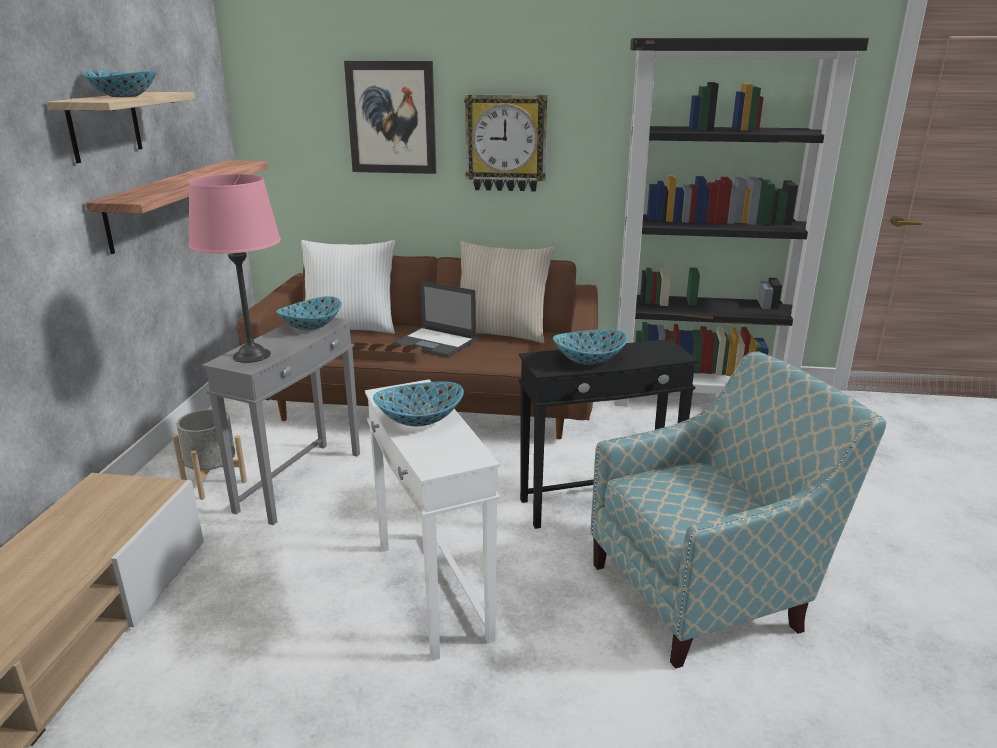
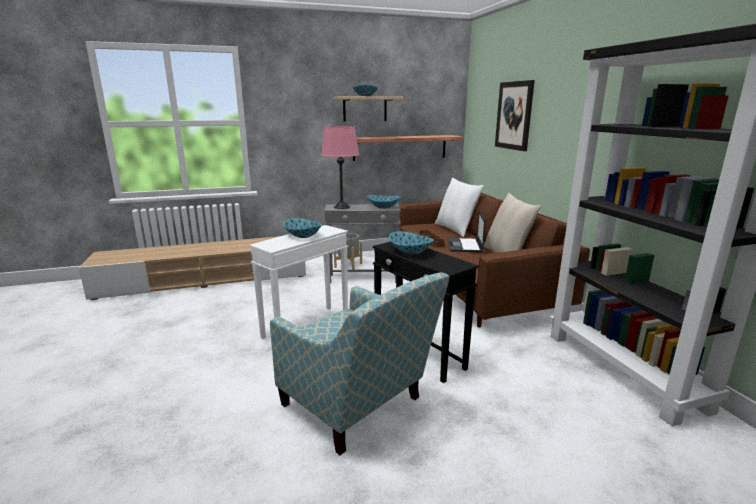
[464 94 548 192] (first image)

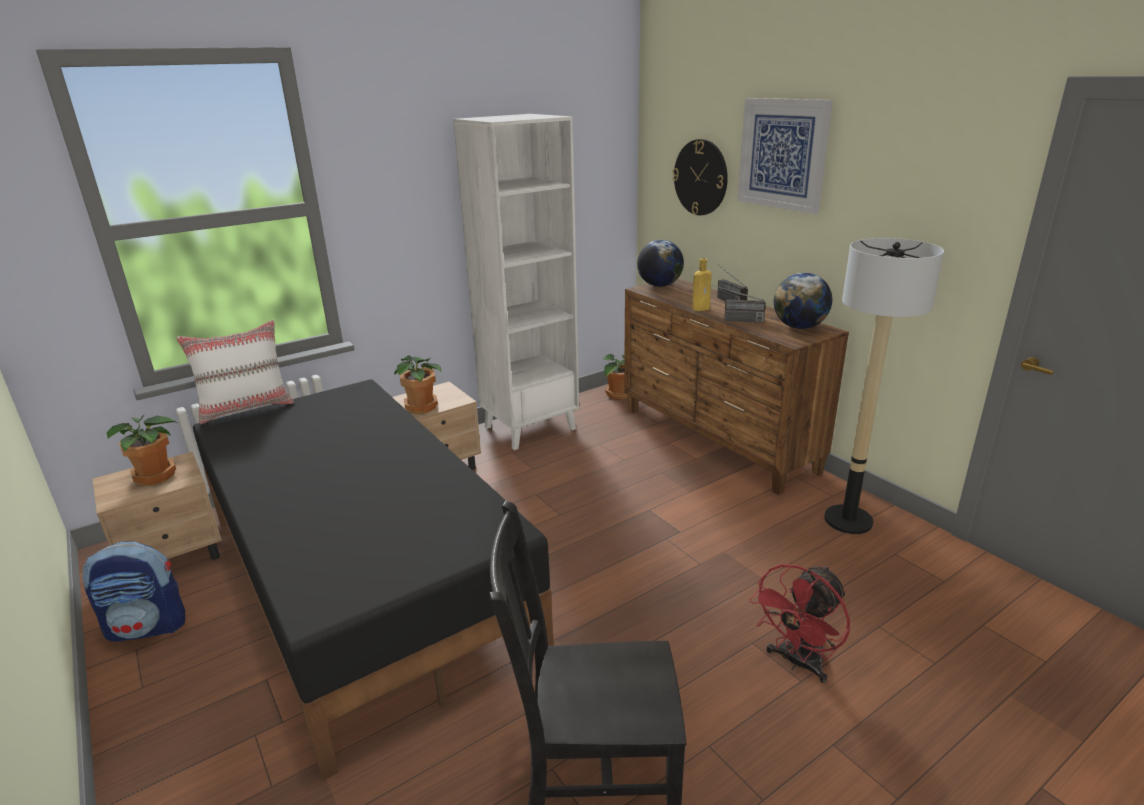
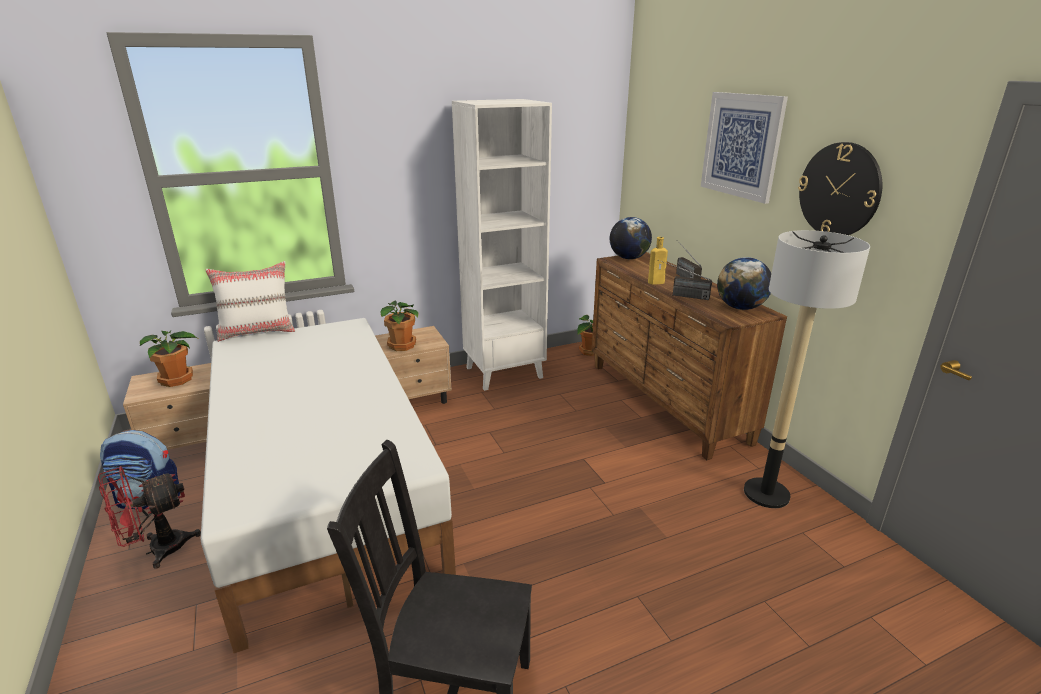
[798 142 882 235]
[201 318 456 653]
[98 466 201 569]

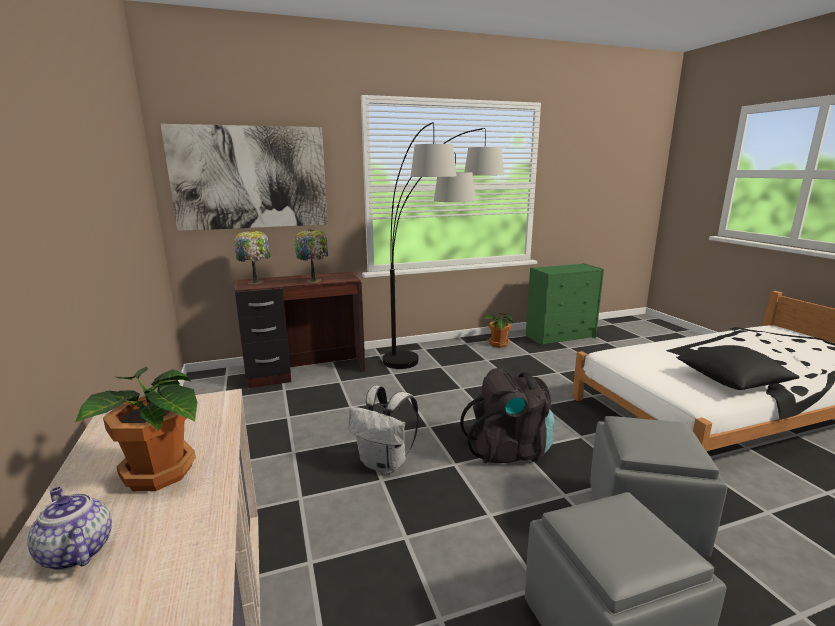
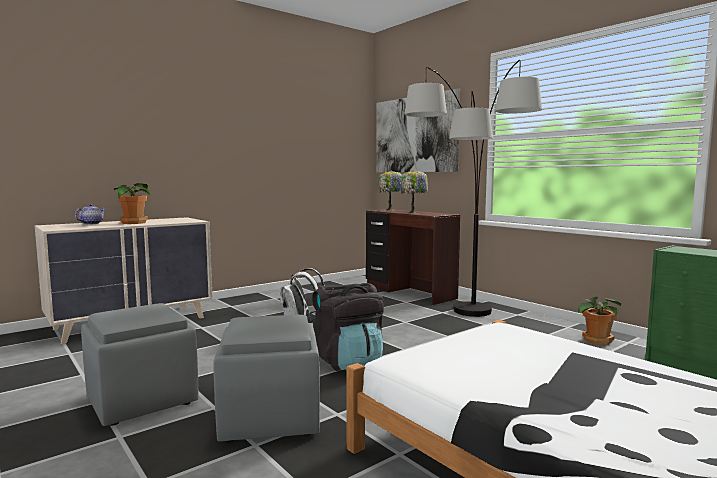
[676 345 800 390] (first image)

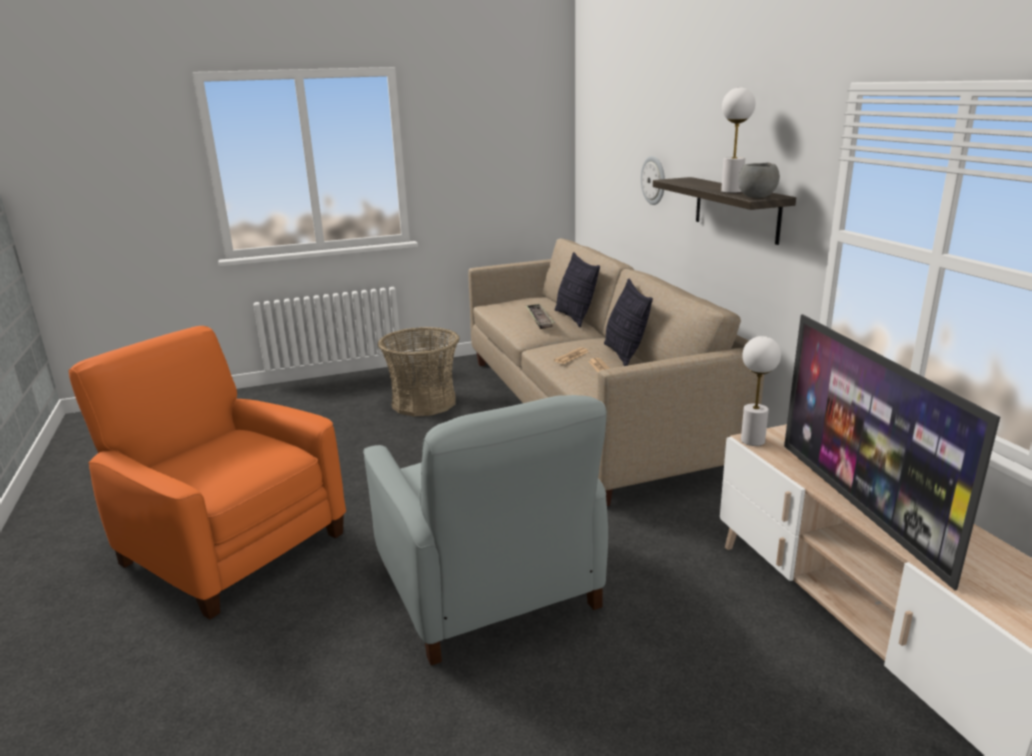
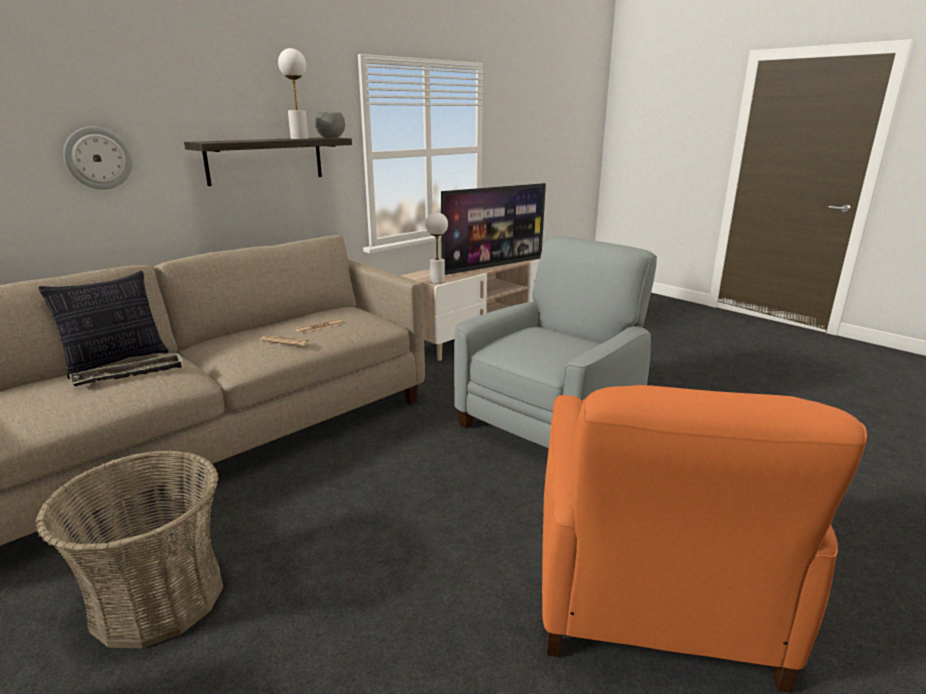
[604 279 653 366] (first image)

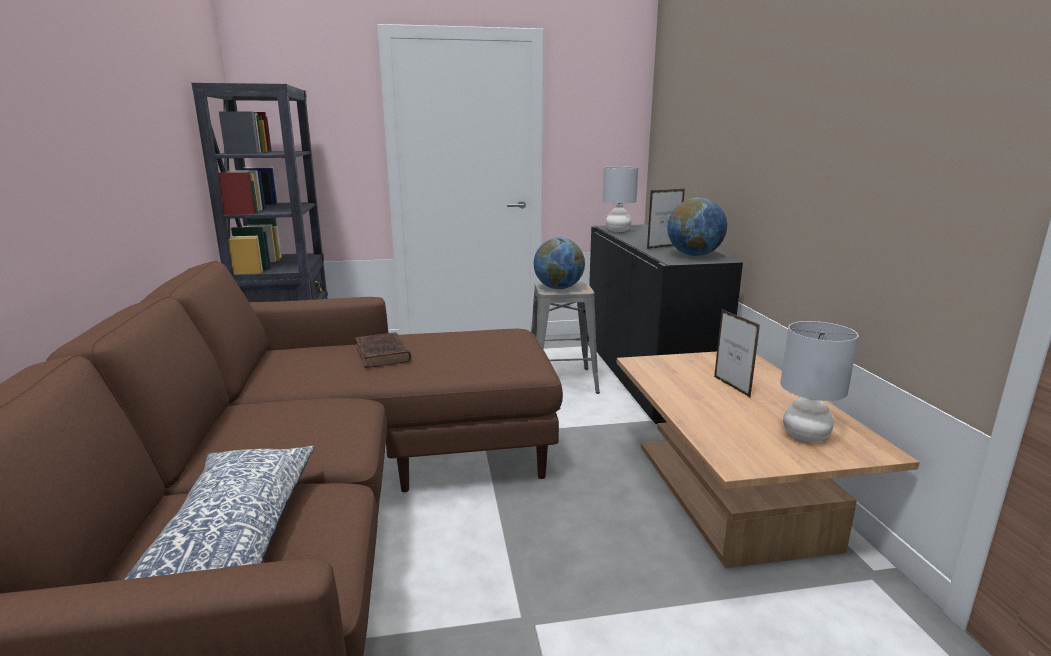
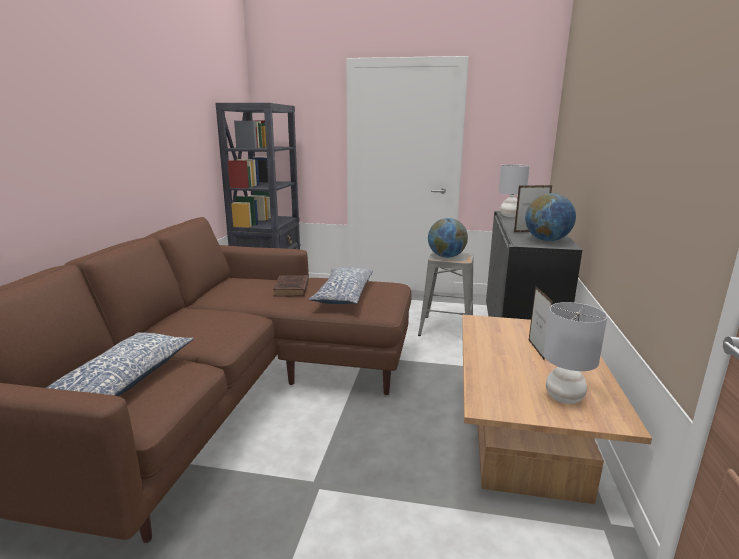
[309 267 373 304]

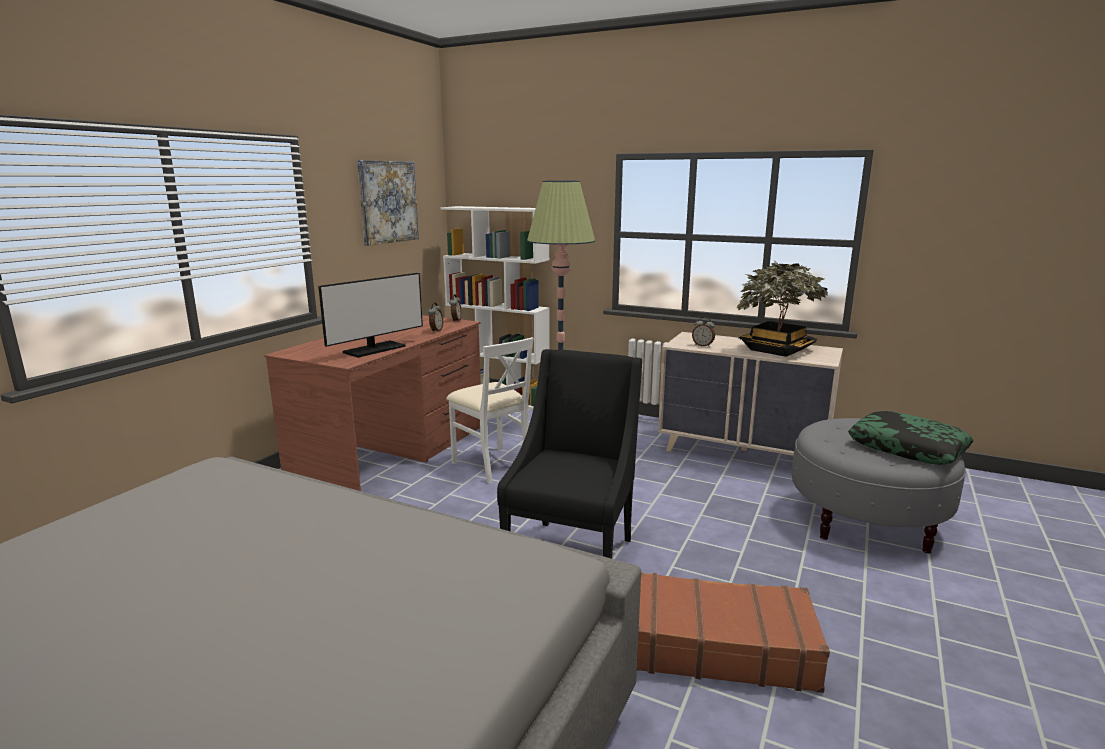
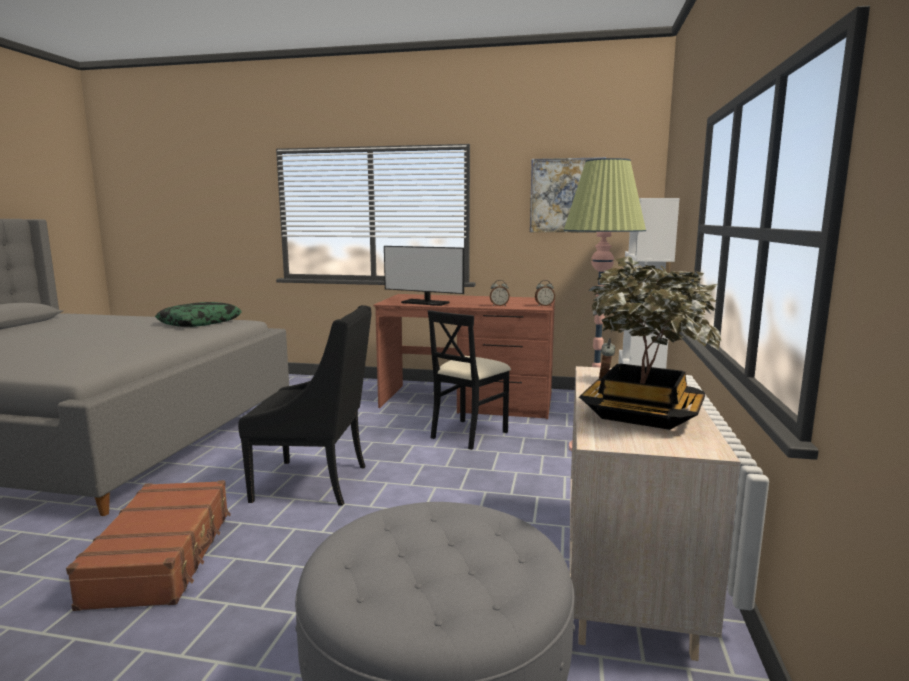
[428 310 511 450]
[155 302 242 327]

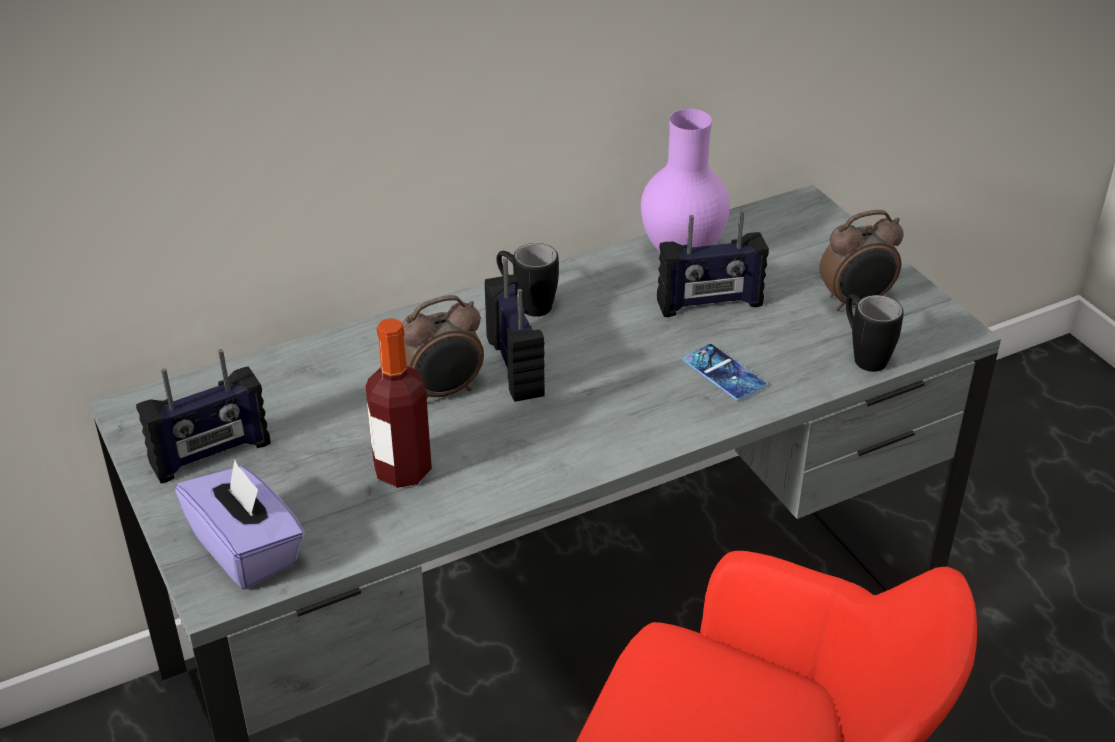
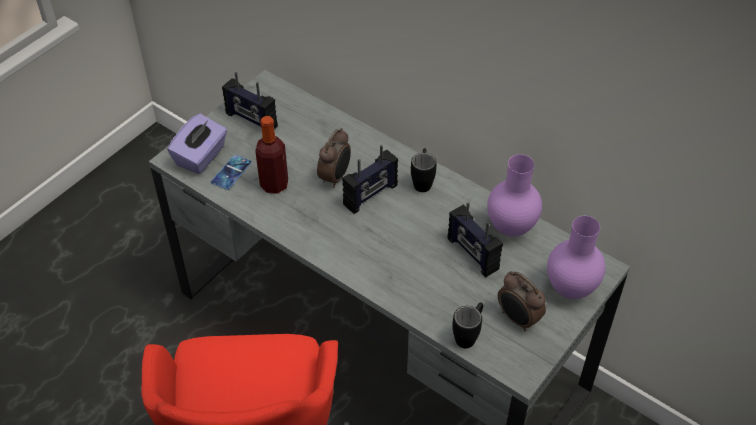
[317 128 351 188]
[211 155 252 190]
[547 216 606 299]

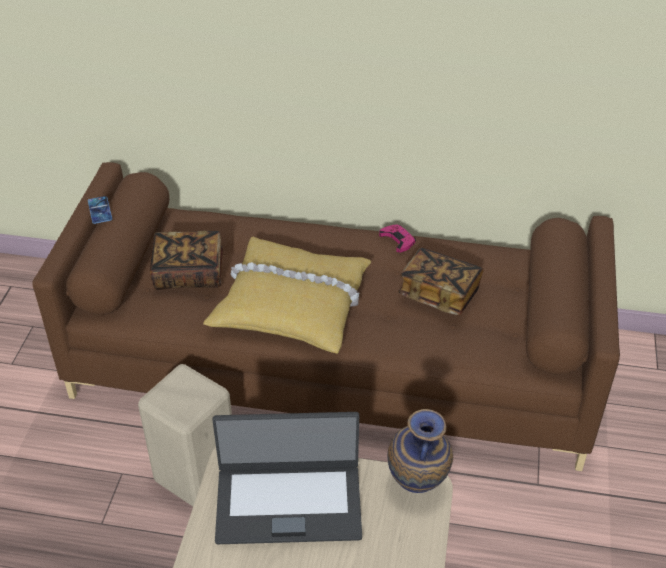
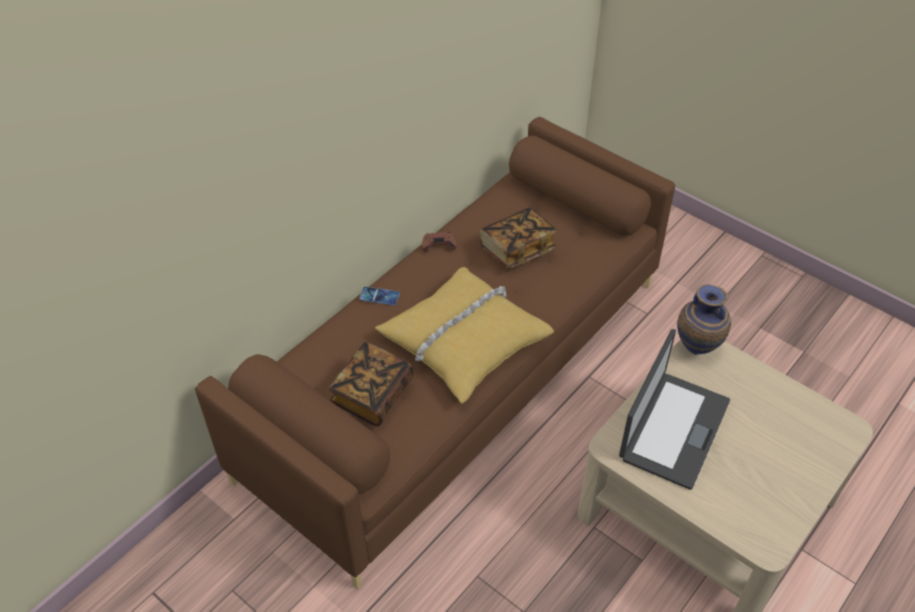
[359 287 400 305]
[422 232 456 252]
[138 364 232 506] (first image)

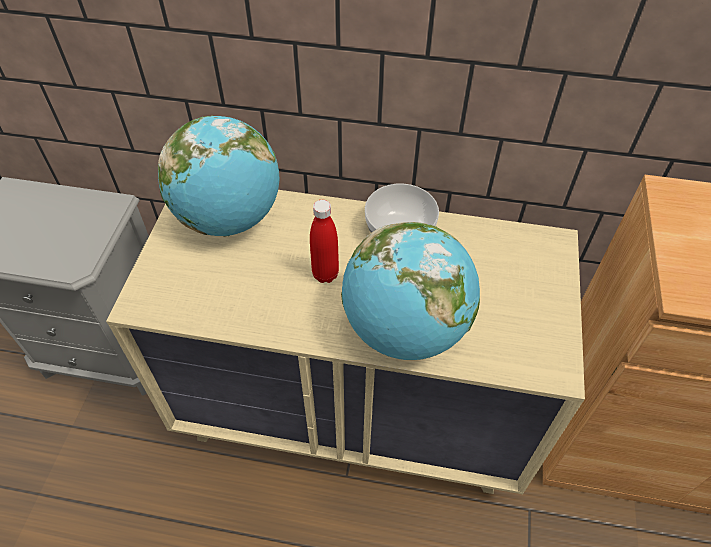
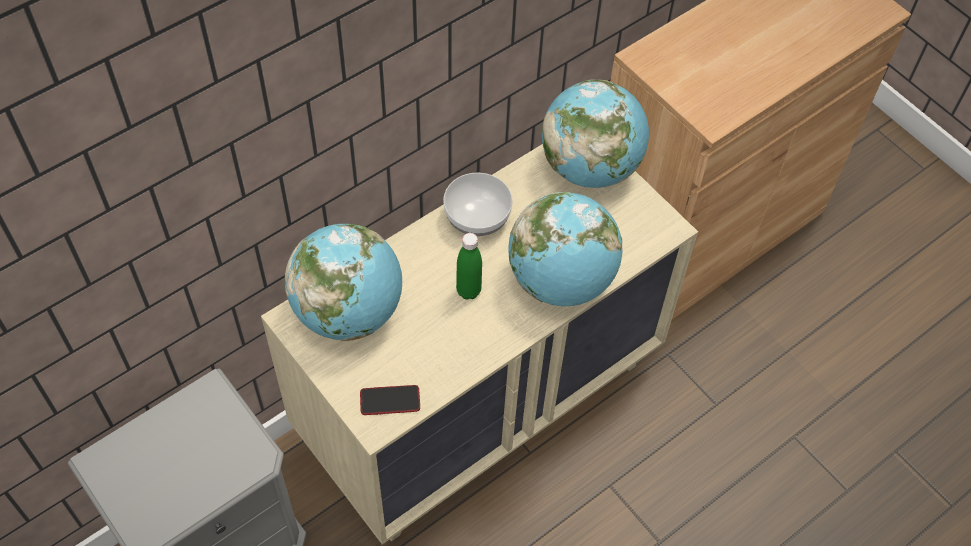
[456 233 482 300]
[542 80 649 188]
[360 385 420 415]

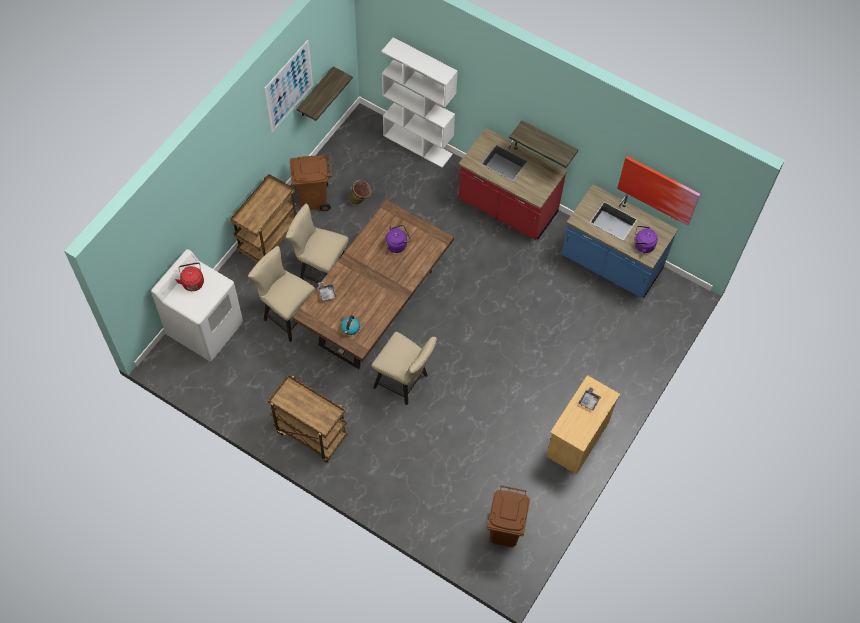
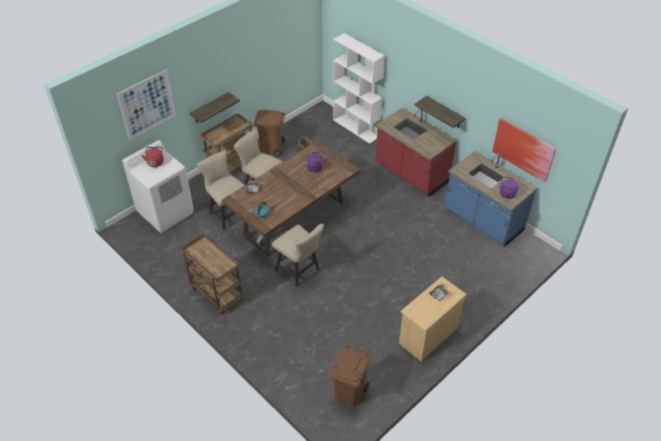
[117 69 176 140]
[189 92 240 123]

